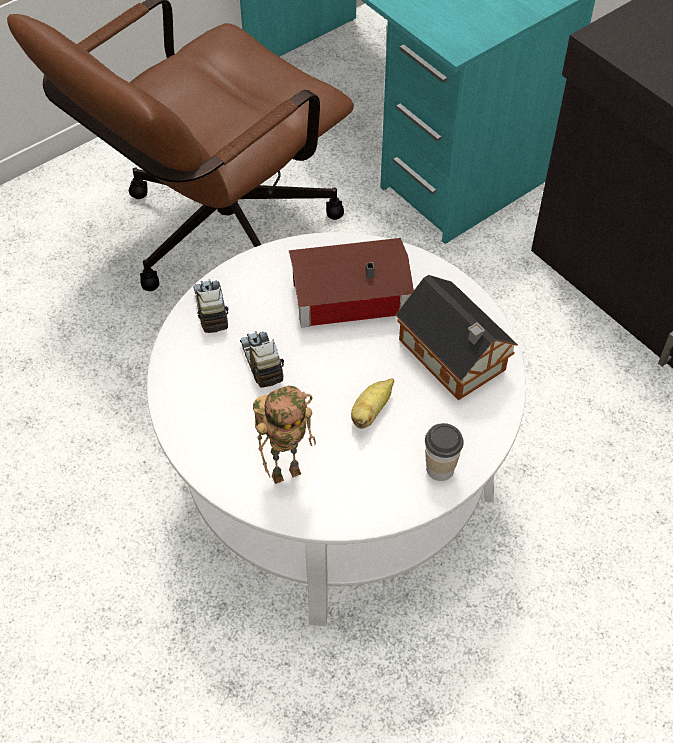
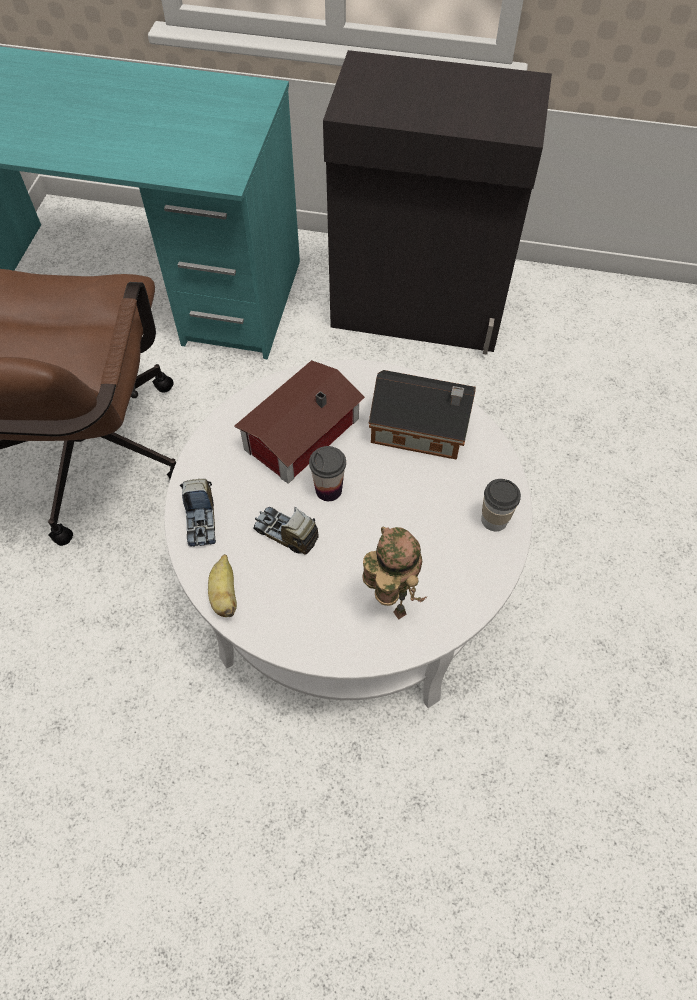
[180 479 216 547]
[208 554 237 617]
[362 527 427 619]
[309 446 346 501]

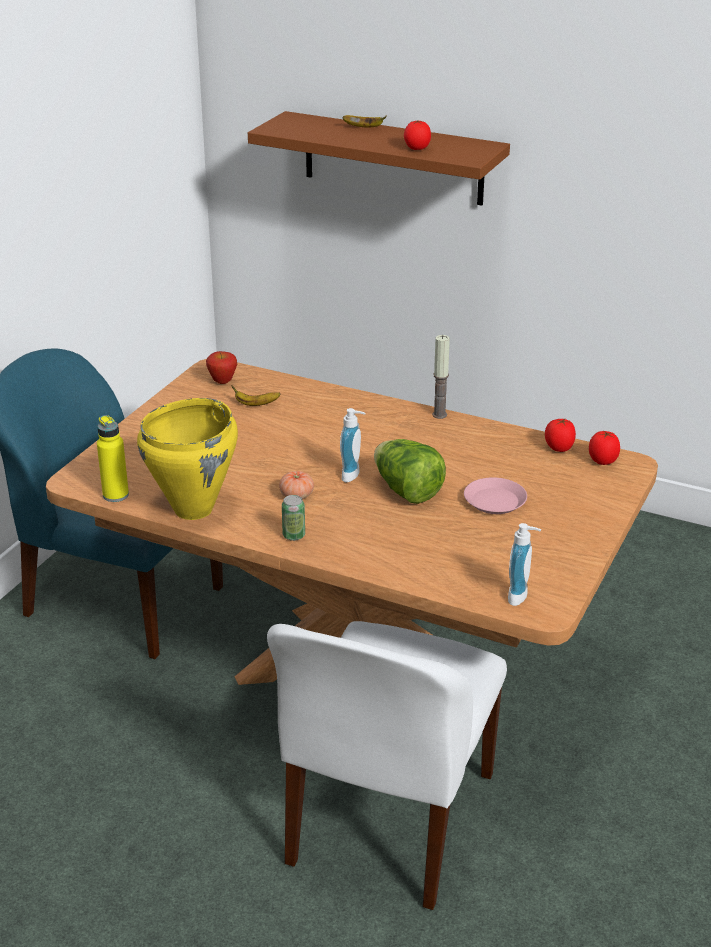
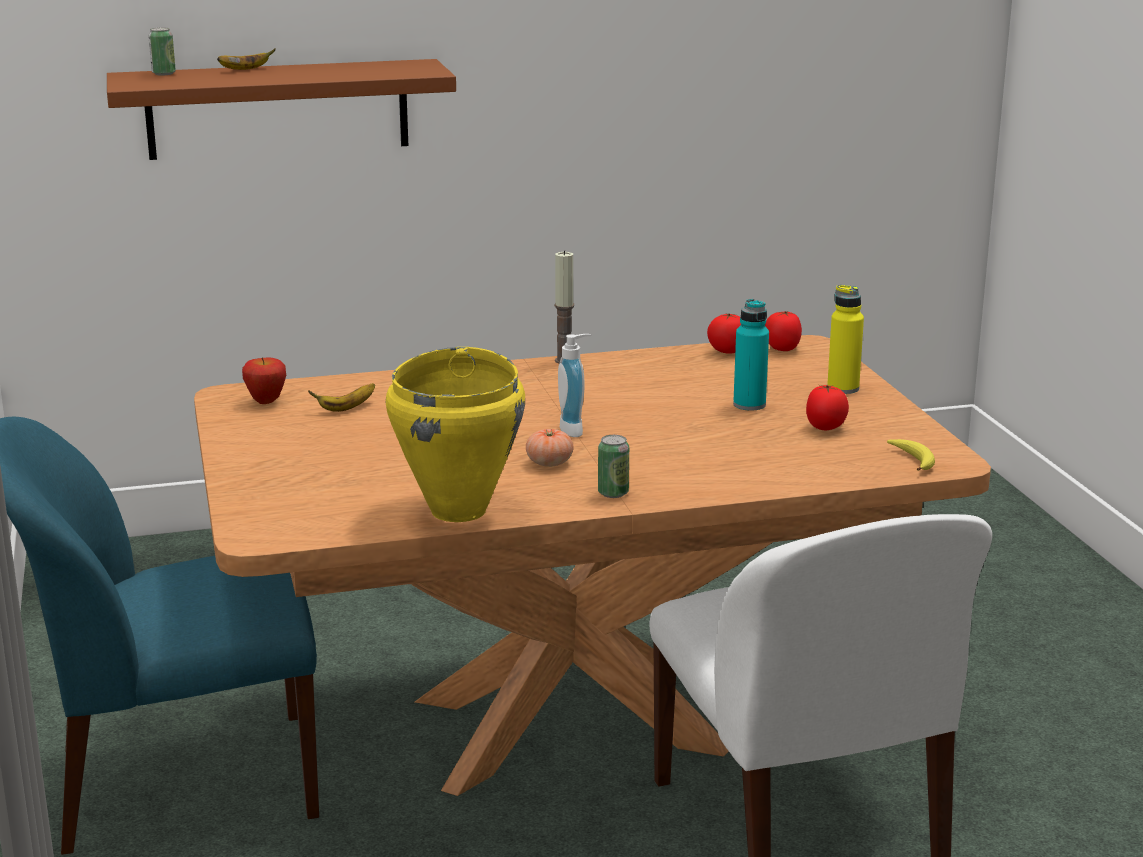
[806 385 849 430]
[827 285 864 394]
[374 439 446 504] (first image)
[733 299 769 411]
[887 439 935 471]
[148 27 176 75]

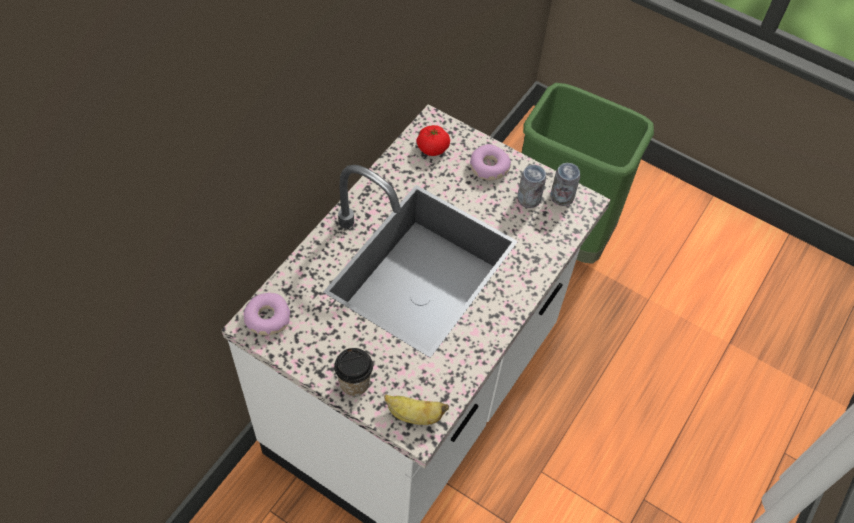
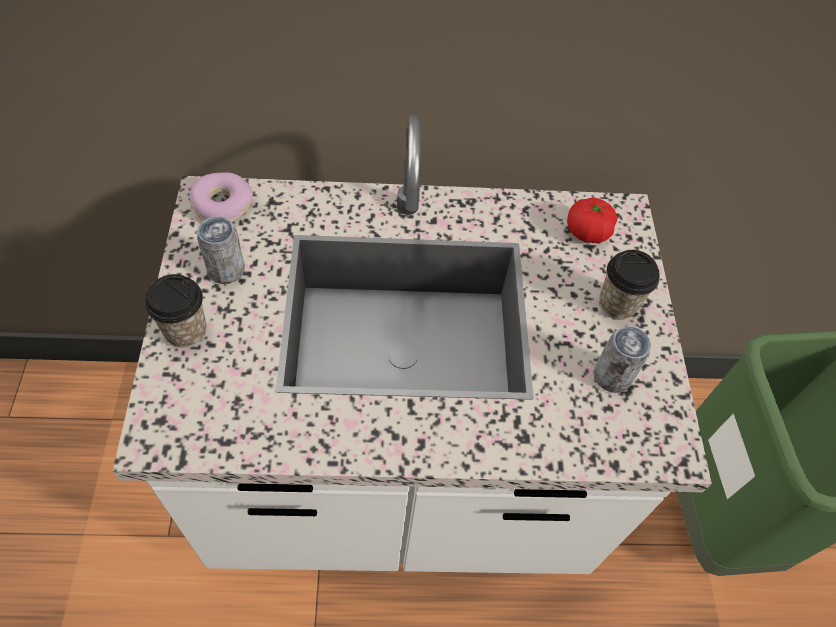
[599 250 660 320]
[197 216 245 284]
[384 395 449 425] (first image)

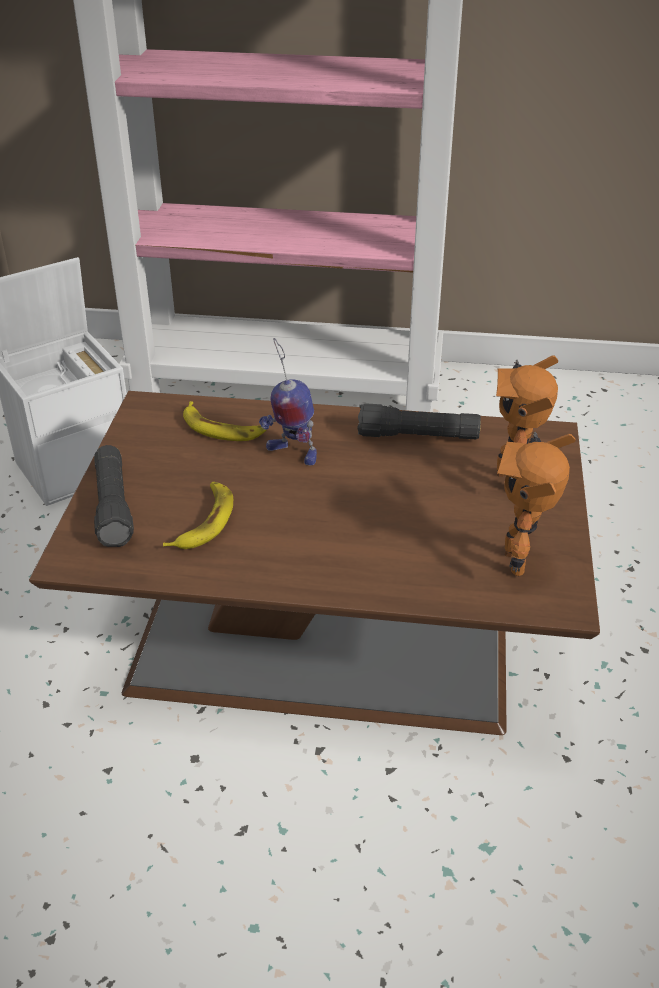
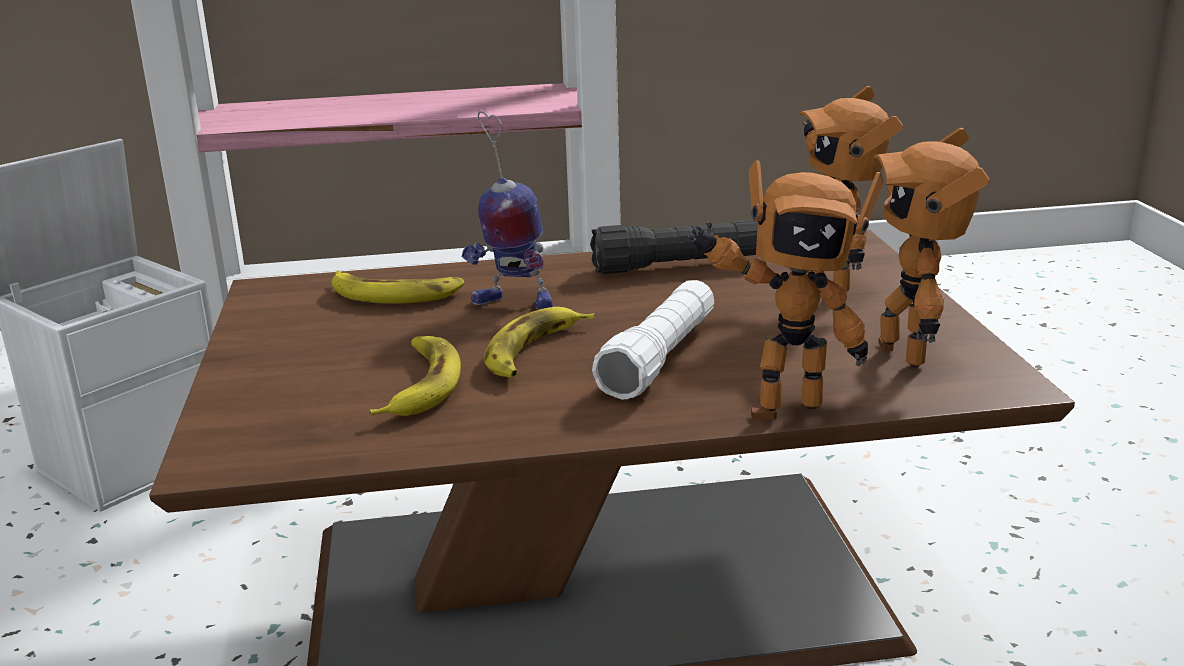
[94 445 134 547] (first image)
[688 160 883 420]
[592 280 714 399]
[484 307 595 377]

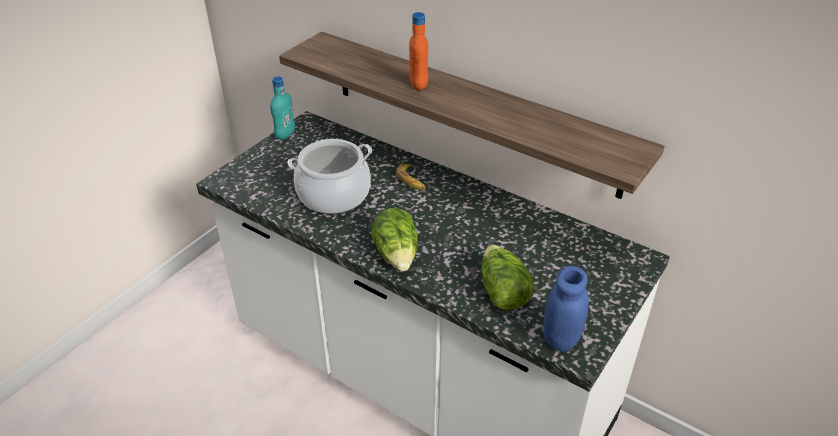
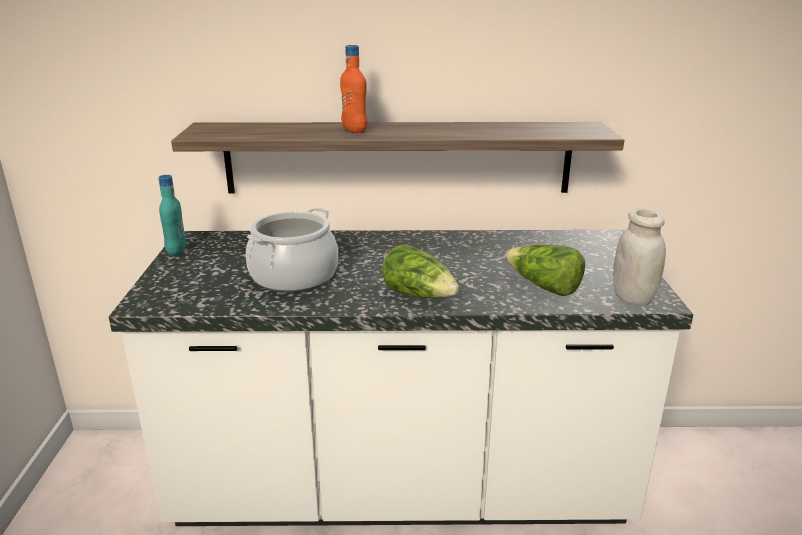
[396 164 426 190] (first image)
[613 209 666 306]

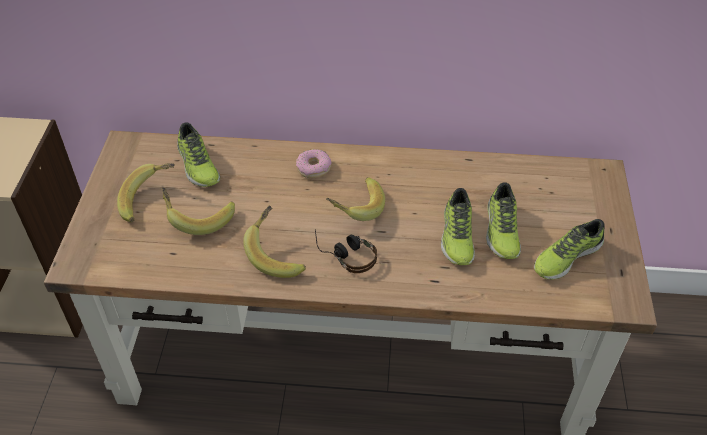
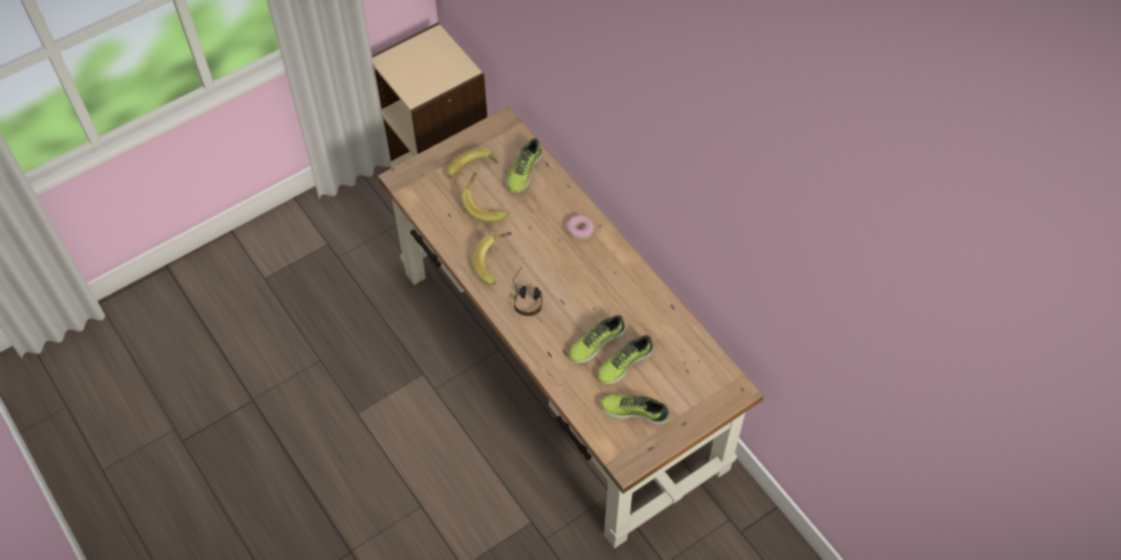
[326 177 385 221] (first image)

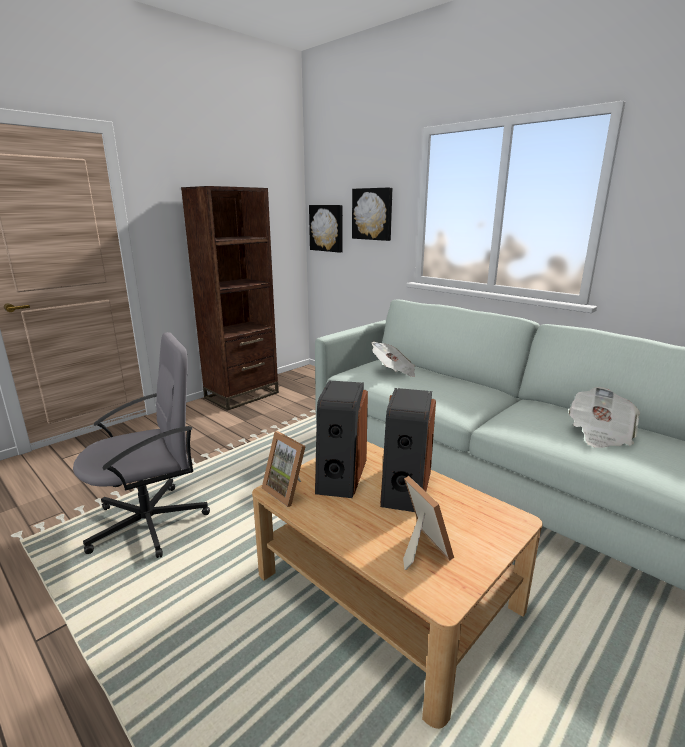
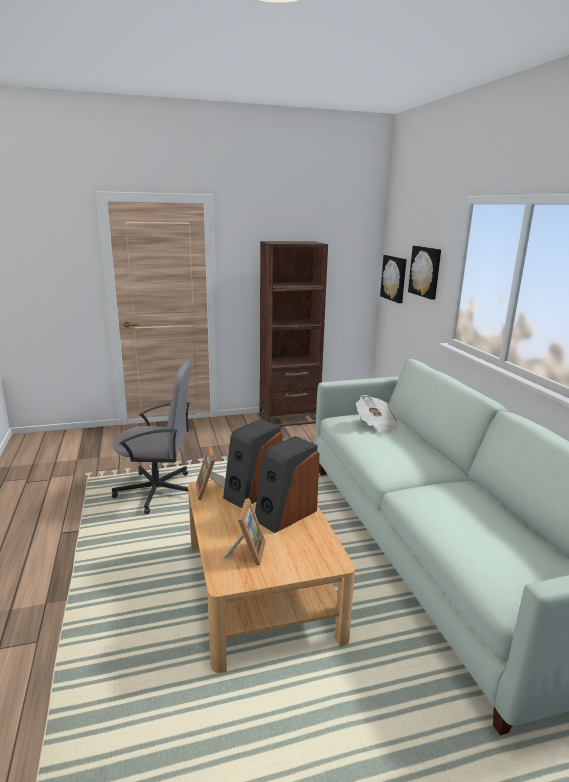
[568 387 640 448] (first image)

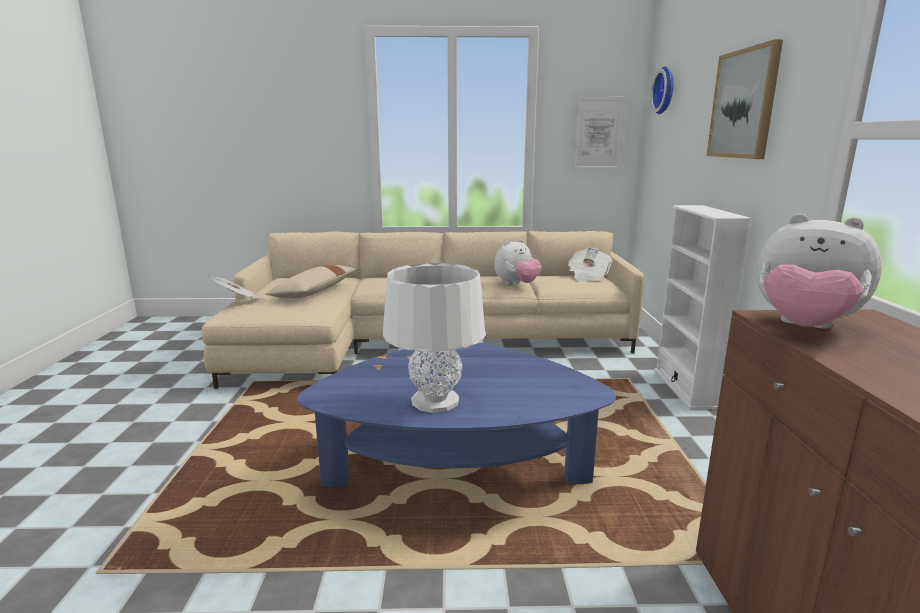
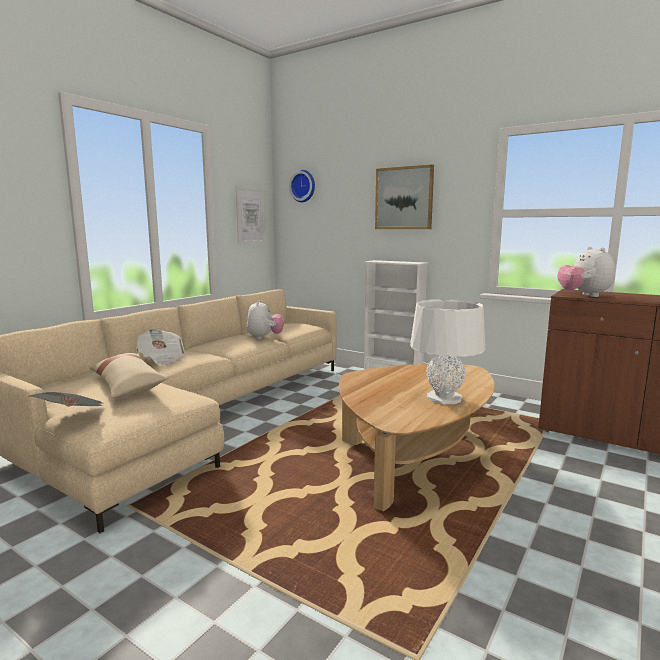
[557 247 615 297]
[136 329 185 366]
[339 364 495 511]

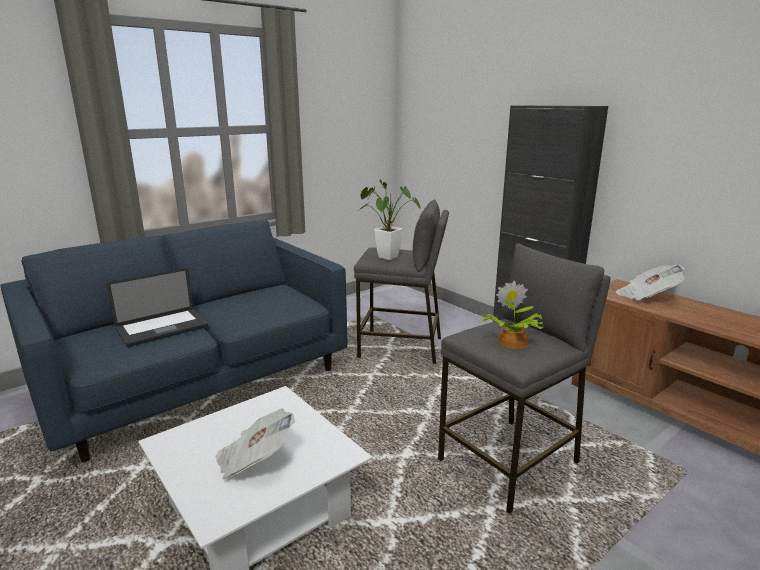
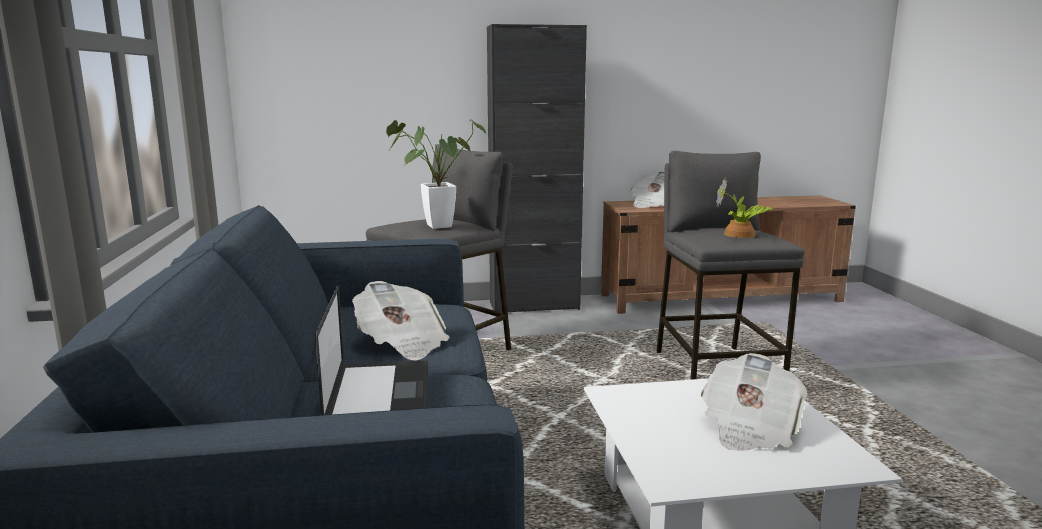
[352 281 450 361]

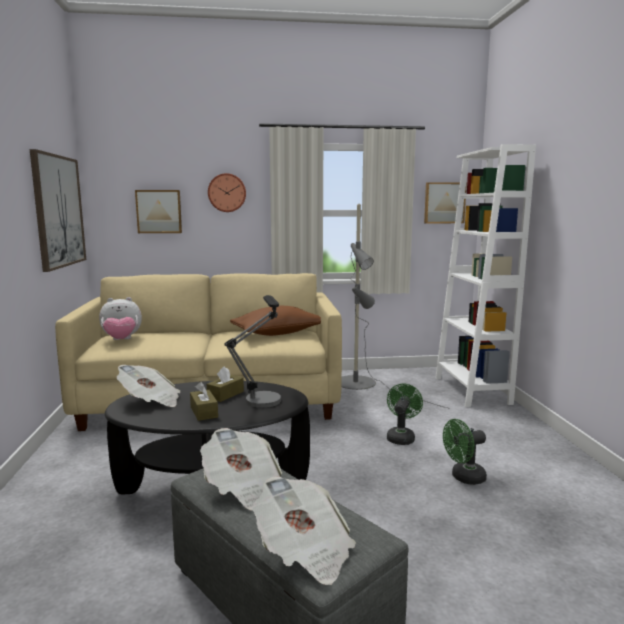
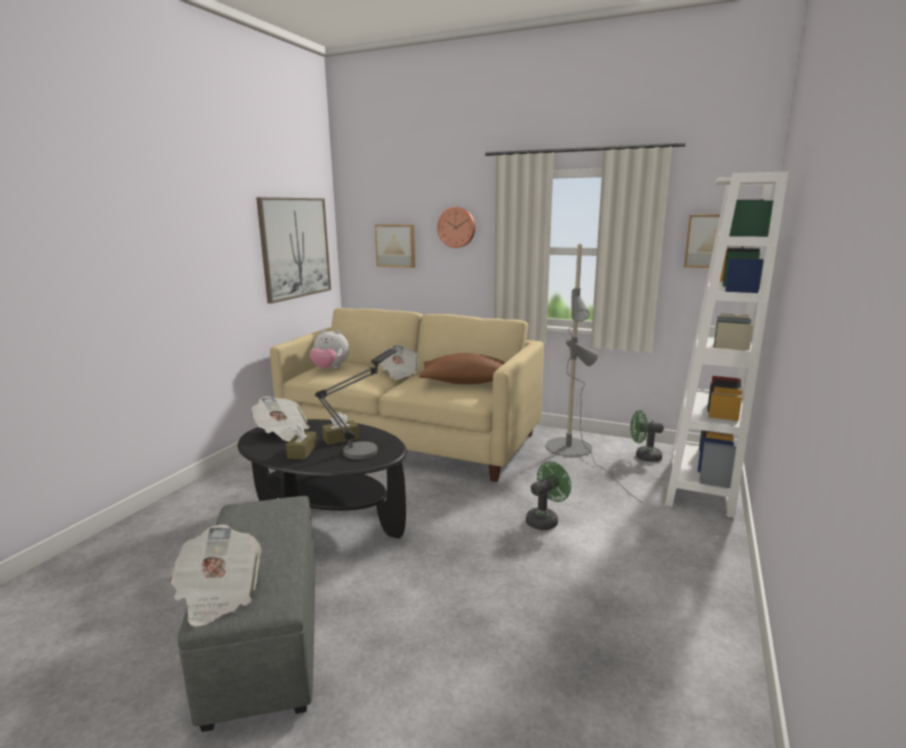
[630 410 664 462]
[379 345 419 379]

